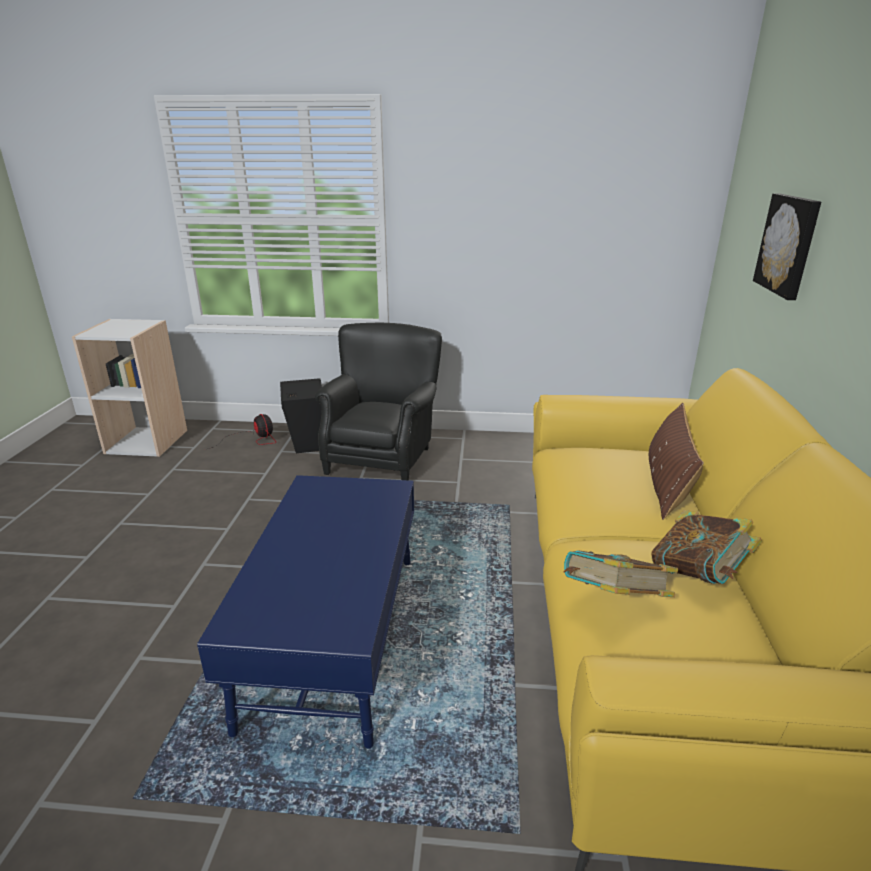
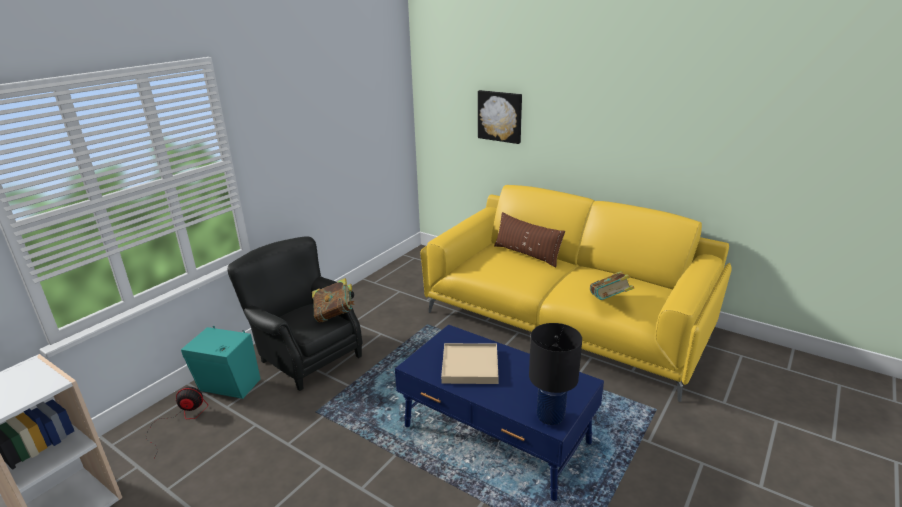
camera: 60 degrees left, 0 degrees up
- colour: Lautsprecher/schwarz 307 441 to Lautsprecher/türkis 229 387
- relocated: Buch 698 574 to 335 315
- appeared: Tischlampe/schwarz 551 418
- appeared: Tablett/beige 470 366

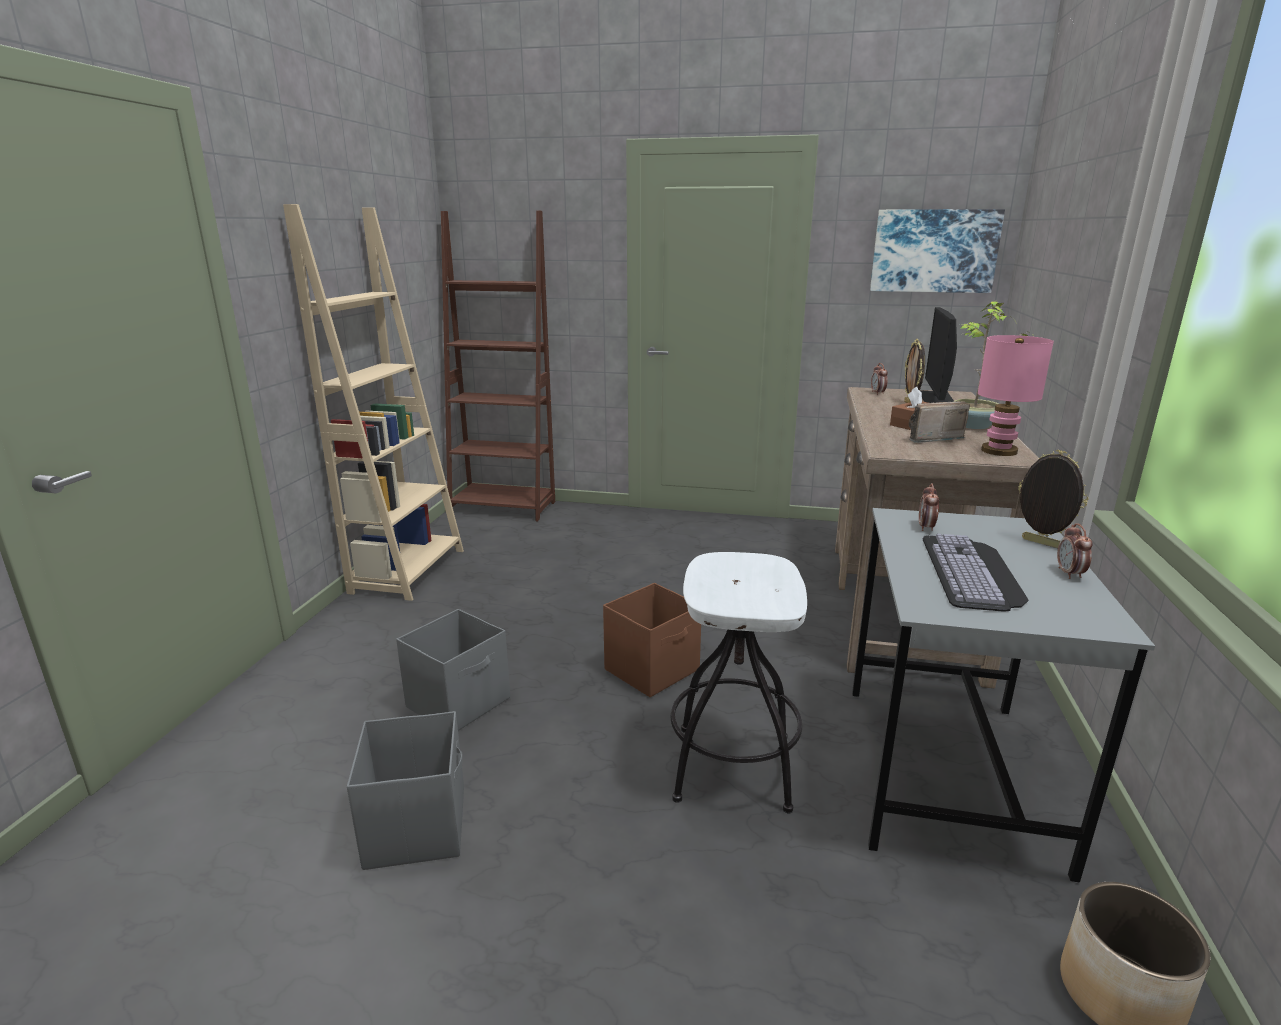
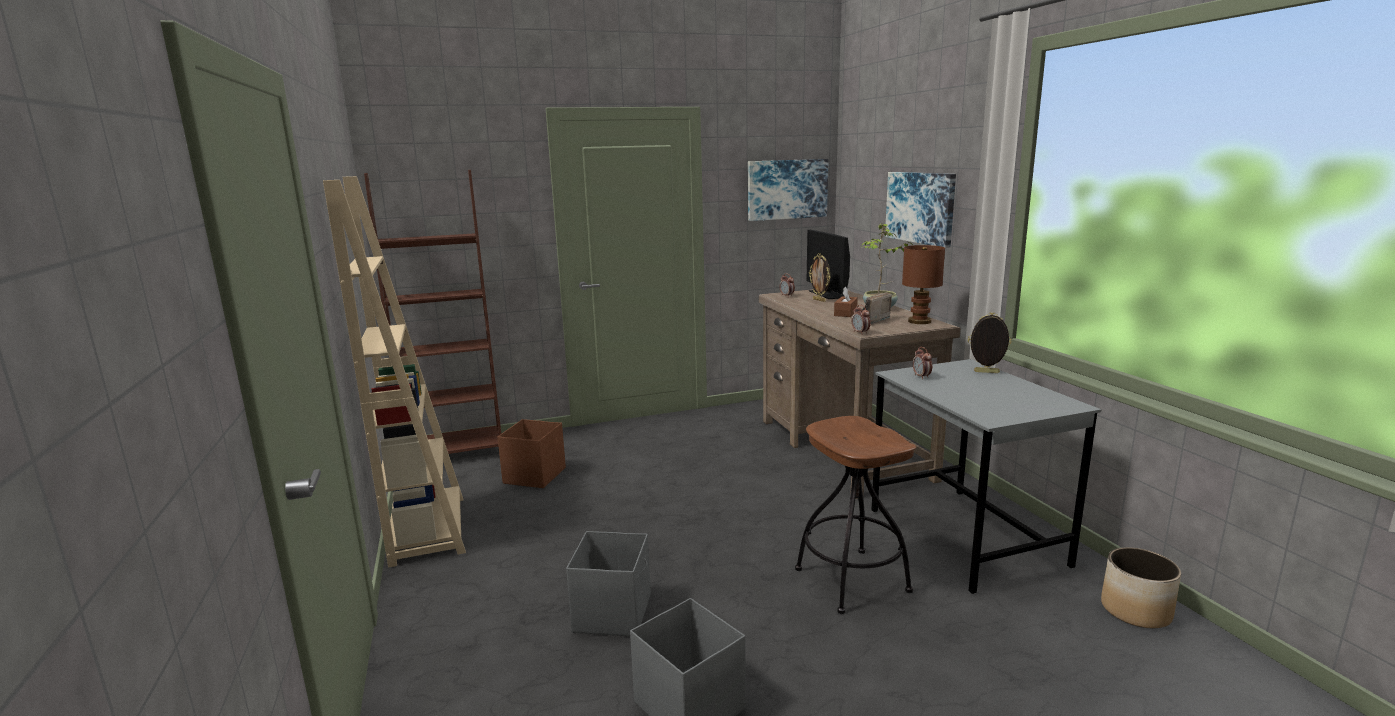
camera: 30 degrees left, 5 degrees down
- colour: Tischlampe/rosa 1000 451 to Tischlampe/braun 920 321
- relocated: Wecker 1069 574 to 860 333
- missing: Tastatur 974 573
- colour: Hocker/weiß 733 766 to Hocker/braun 851 579
- relocated: Aufbewahrungsbox/braun 653 669 to 535 475
- appeared: Bild 921 207

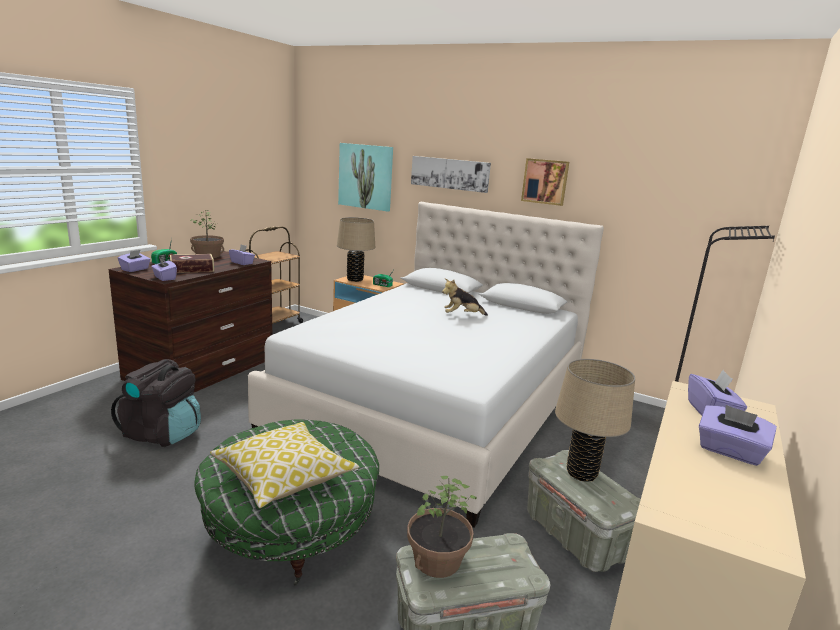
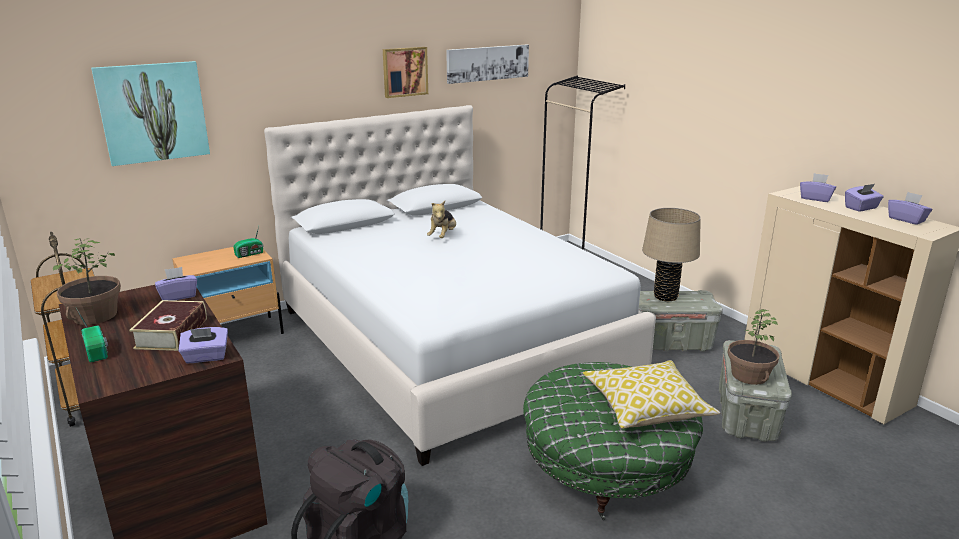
camera: 60 degrees left, 5 degrees up
- relocated: Bild 450 173 to 487 63
- missing: Tischlampe/beige 355 279
- relocated: Taschentuchbox/lila 135 269 to 906 219

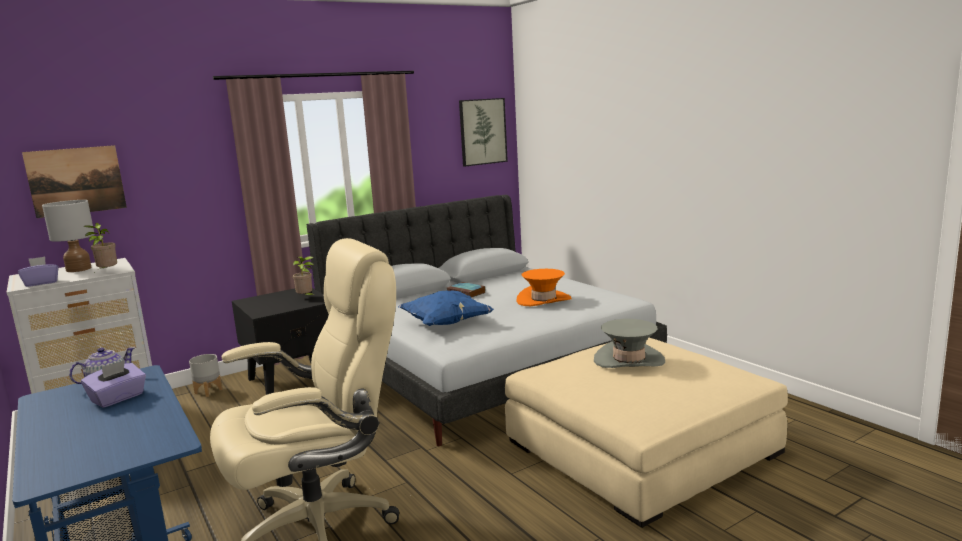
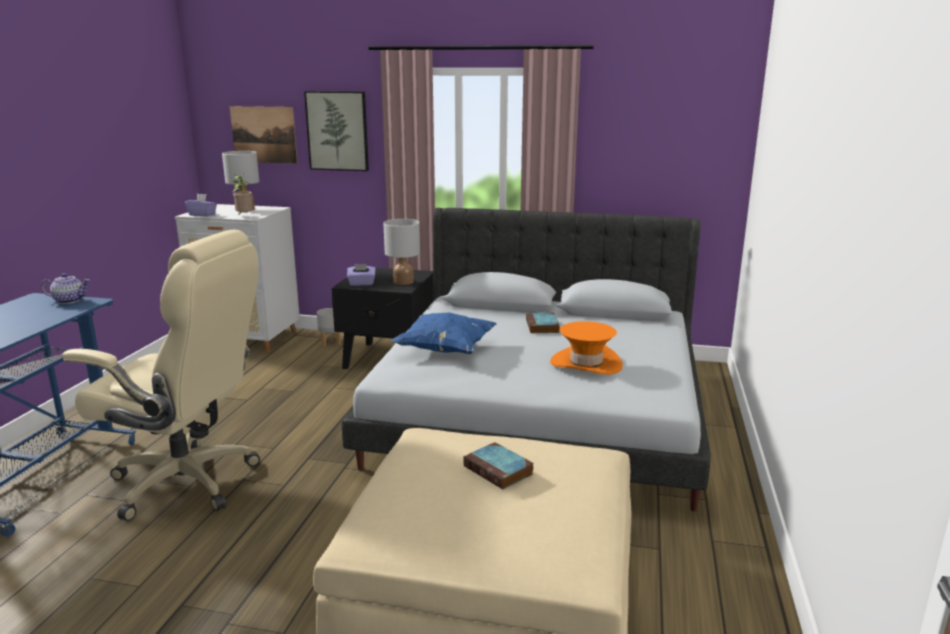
camera: 45 degrees right, 5 degrees up
- relocated: Bild 482 131 to 337 131
- exchanged: Topfpflanze 306 298 to Tischlampe/grau 403 282
- exchanged: Hut/grau 628 360 to Buch 499 470
- relocated: Taschentuchbox/lila 118 398 to 361 284

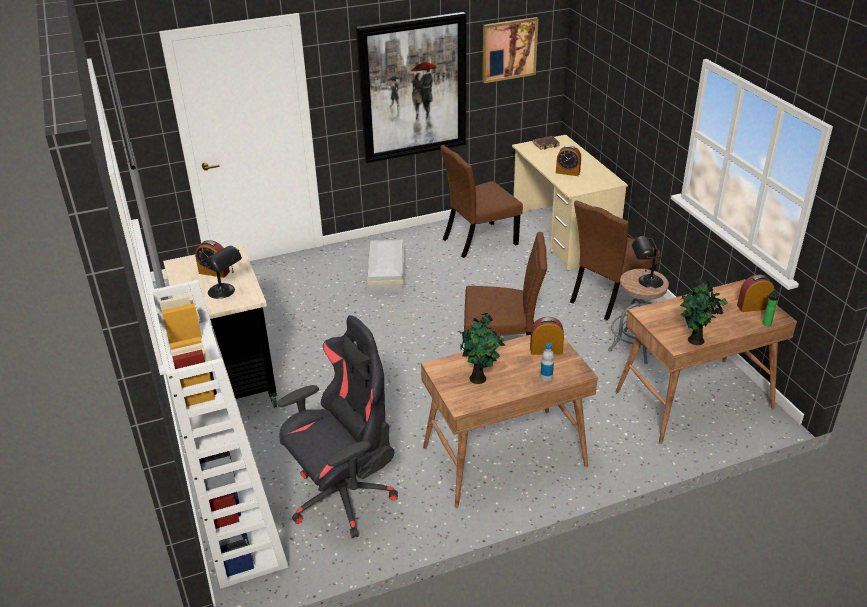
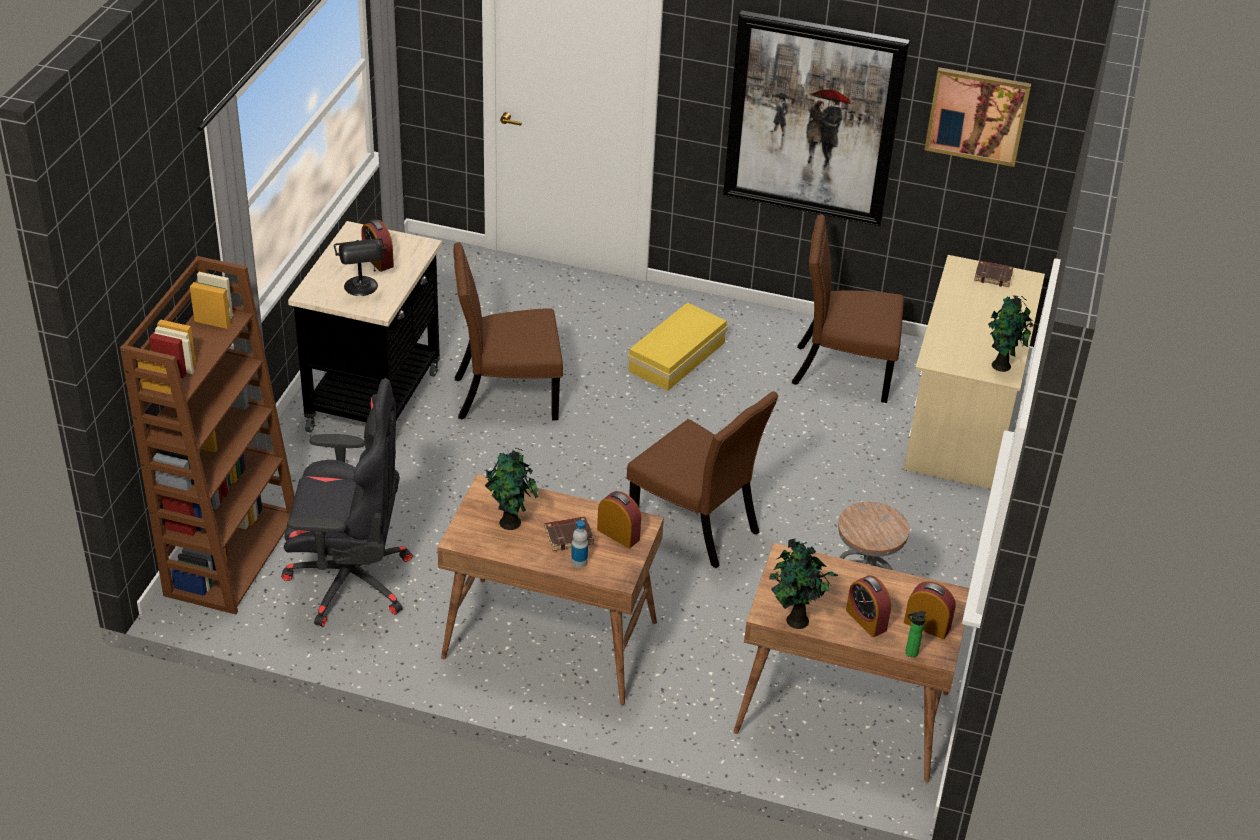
camera: 35 degrees right, 5 degrees up
- relocated: Wecker 567 172 to 866 620
- relocated: Stuhl/braun 609 296 to 508 396
- missing: Tischlampe/schwarz 645 281
- colour: Aufbewahrungsbox/weiß 387 273 to Aufbewahrungsbox/gelb 679 356
- colour: Bücherregal/weiß 240 529 to Bücherregal/braun 232 553
- appeared: Topfpflanze 1002 366
- appeared: Buch/braun 569 536

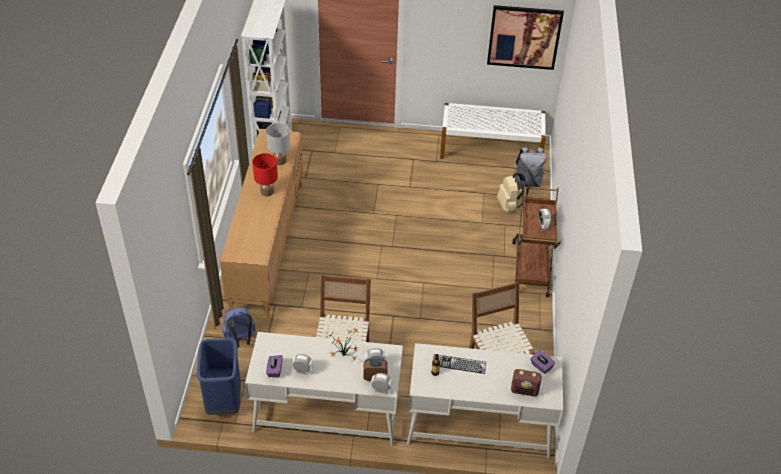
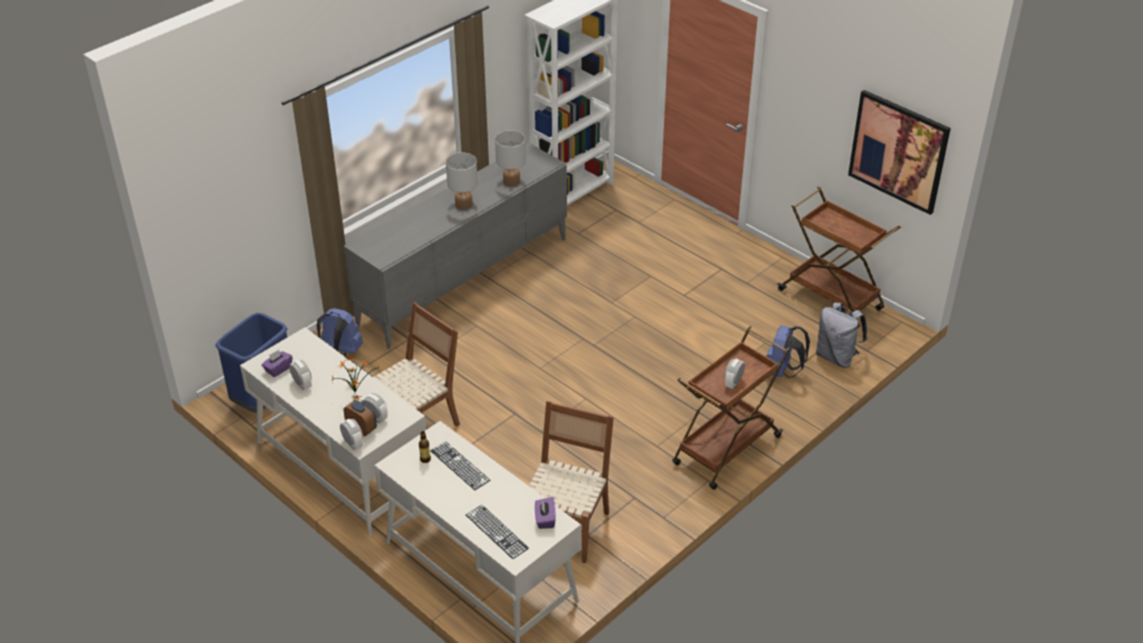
camera: 40 degrees right, 5 degrees down
- exchanged: Bank/weiß 490 149 to Rollwagen/braun 830 300
- colour: Schrank/braun 267 245 to Schrank/grau 464 280
- colour: Tischlampe/rot 267 192 to Tischlampe/grau 463 205
- colour: Rucksack/beige 509 206 to Rucksack/blau 782 371
- exchanged: Radio 524 390 to Tastatur 497 531

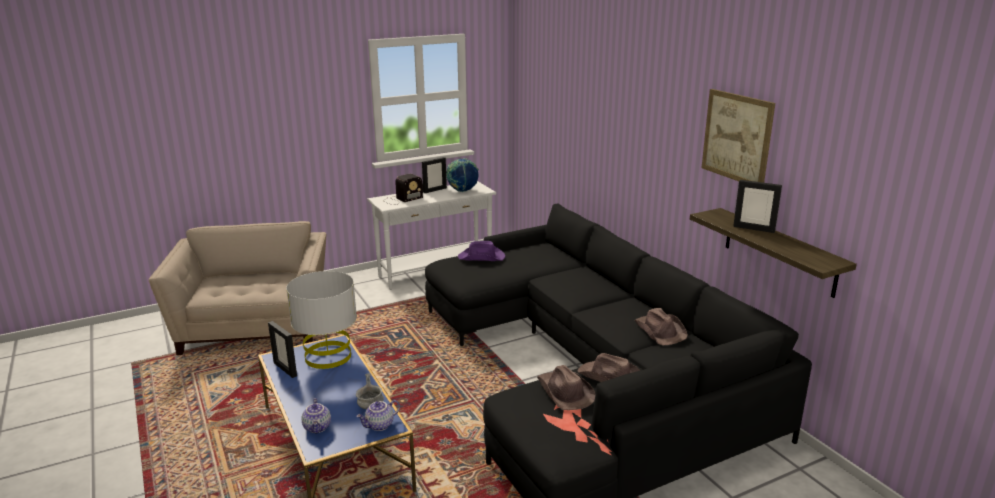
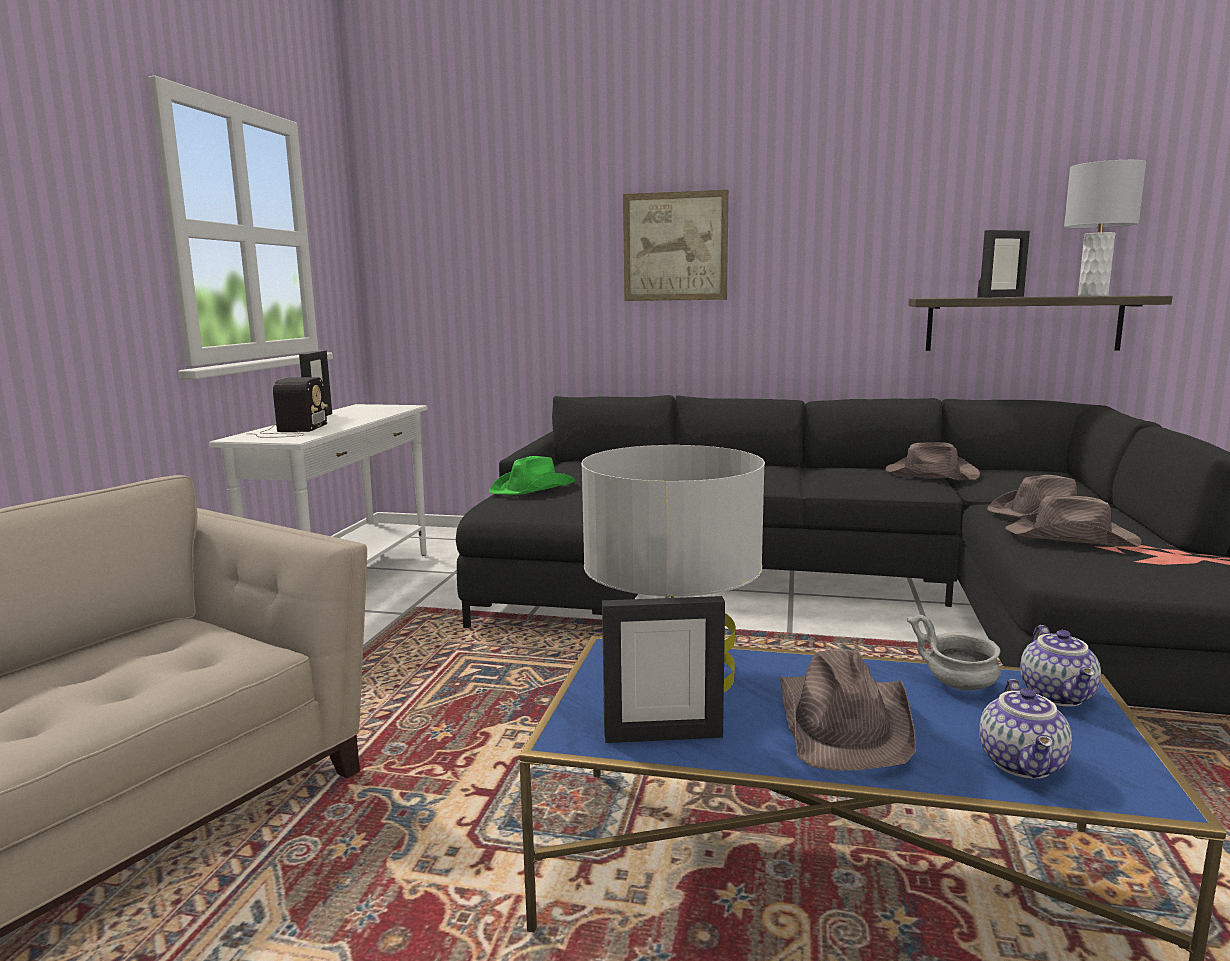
camera: 50 degrees left, 10 degrees down
- relocated: Bild 737 137 to 675 247
- missing: Globus 462 191
- colour: Hut/lila 482 257 to Hut/grün 534 488
- spun: Teekanne 318 427 = 1024 764 75 degrees clockwise
- appeared: Tischlampe/grau 1092 295
- appeared: Hut/braun 845 723

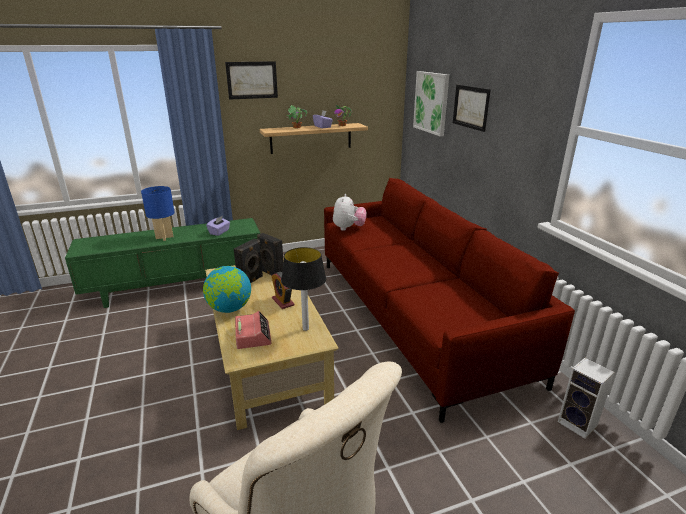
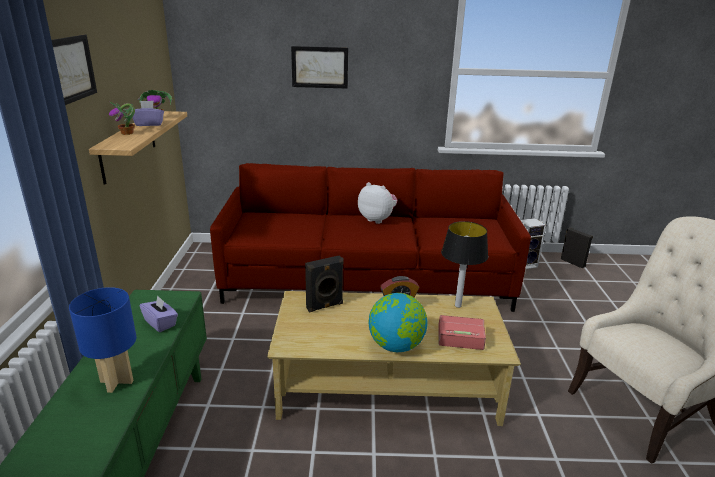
camera: 70 degrees left, 0 degrees up
- missing: Bild 431 102
- relocated: Plüschtier 348 228 to 377 219
- relocated: Lautsprecher/schwarz 251 281 to 573 262

